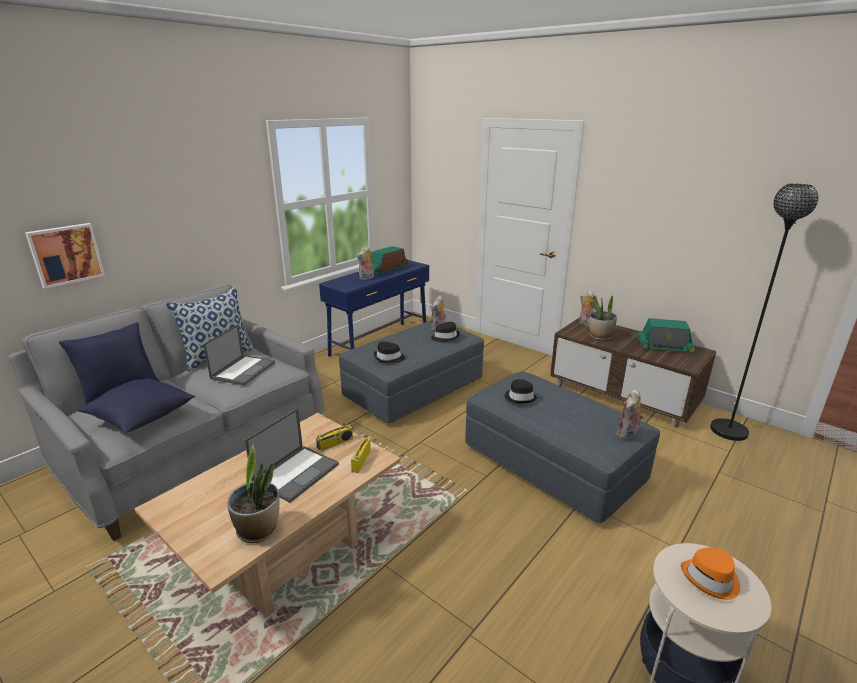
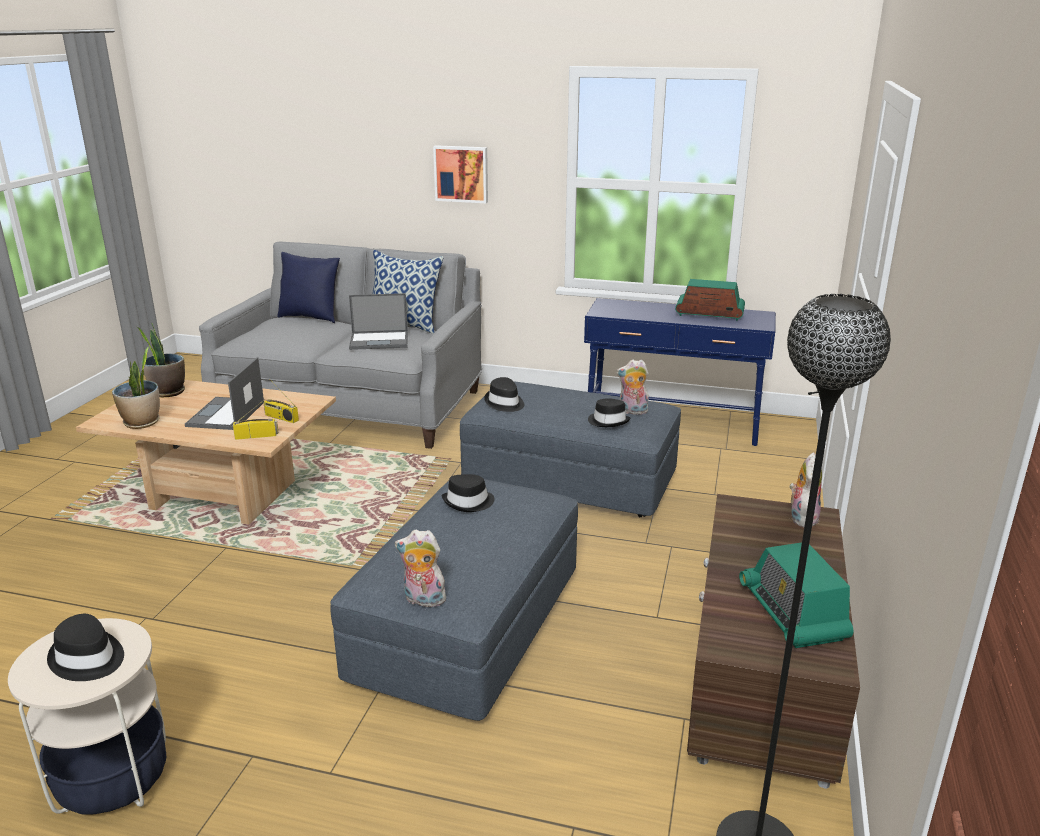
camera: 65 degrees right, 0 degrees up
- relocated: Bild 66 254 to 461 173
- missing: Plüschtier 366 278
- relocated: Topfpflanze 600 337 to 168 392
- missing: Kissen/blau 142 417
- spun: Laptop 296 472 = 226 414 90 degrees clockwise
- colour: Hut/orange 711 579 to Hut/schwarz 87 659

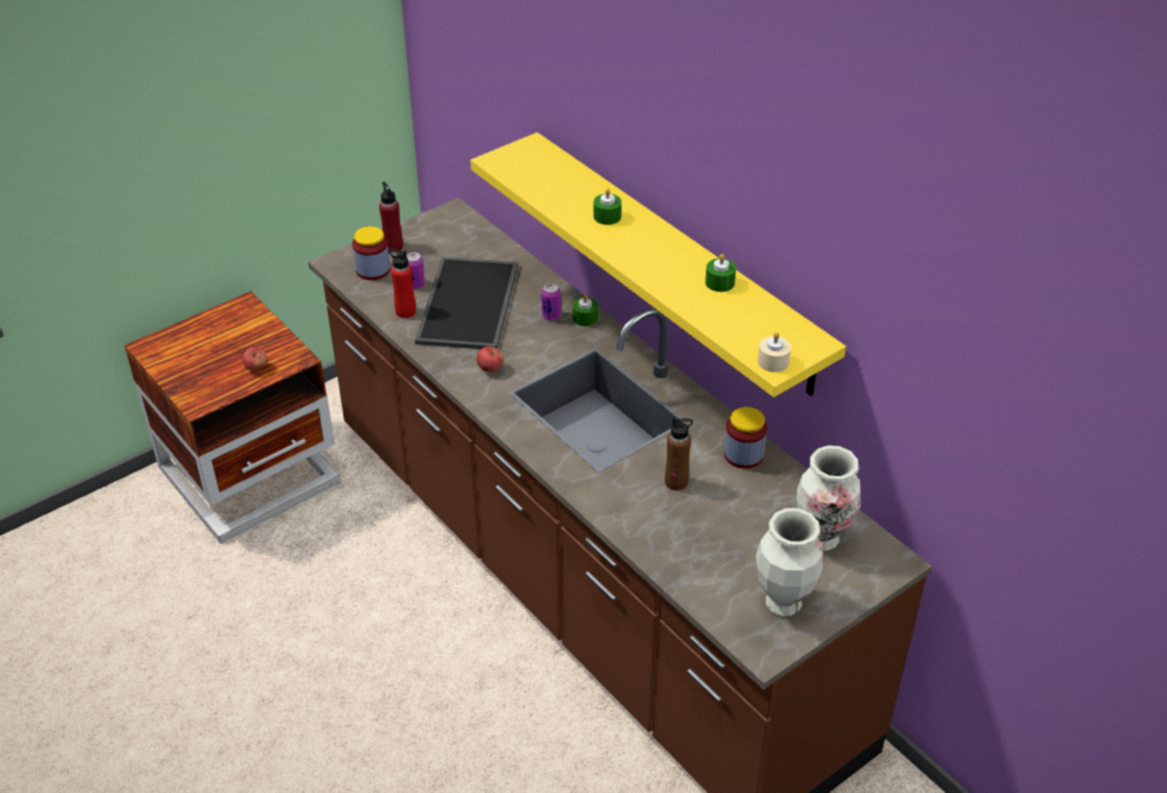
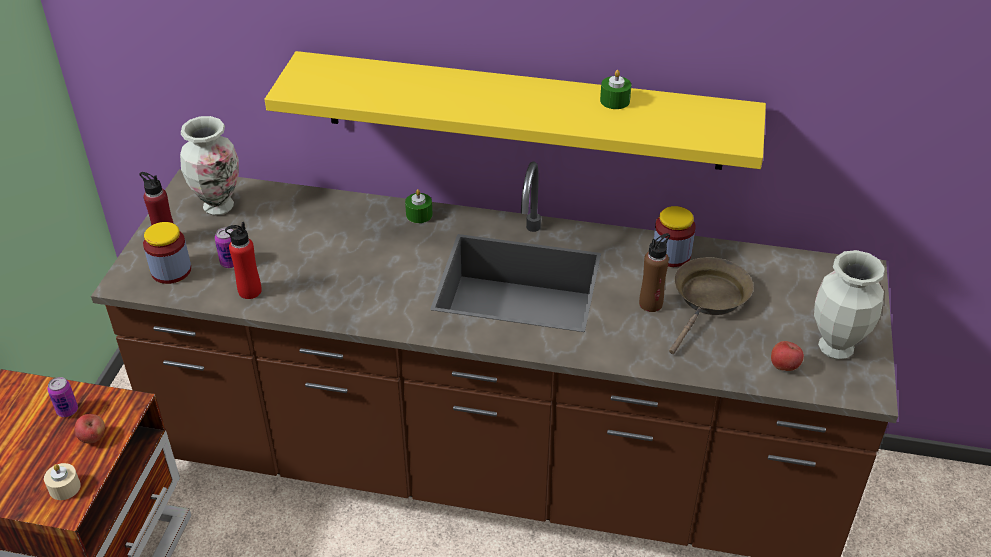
camera: 40 degrees left, 0 degrees up
- missing: Kerze/grün 607 216
- missing: Tablett 470 305
- relocated: Dose 551 316 to 67 410
- relocated: Kerze/beige 773 362 to 64 487
- relocated: Apfel 490 369 to 784 366
- relocated: Vase 821 539 to 218 206
- appeared: Pfanne/braun 709 300

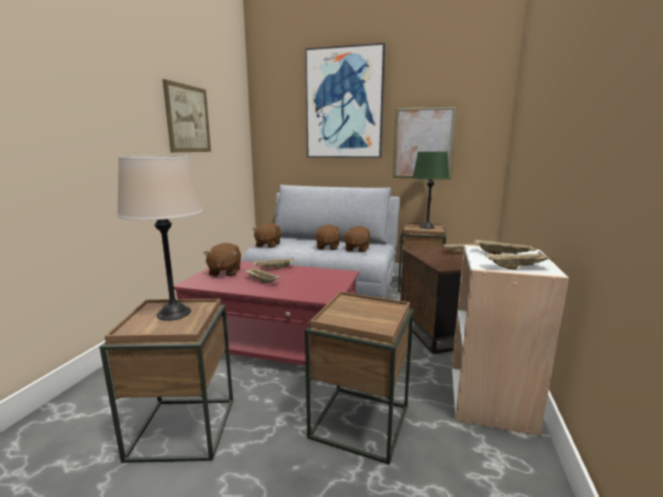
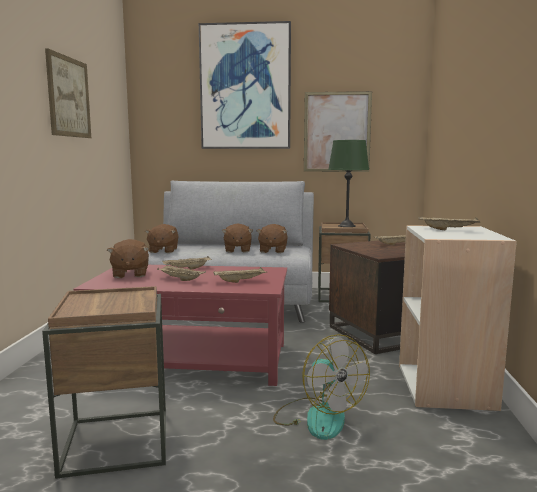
camera: 10 degrees left, 5 degrees down
- missing: Tischlampe/beige 173 313
- relocated: Tablett/beige 517 267 to 240 281
- exchanged: Beistelltisch/braun 360 421 to Ventilator 317 417

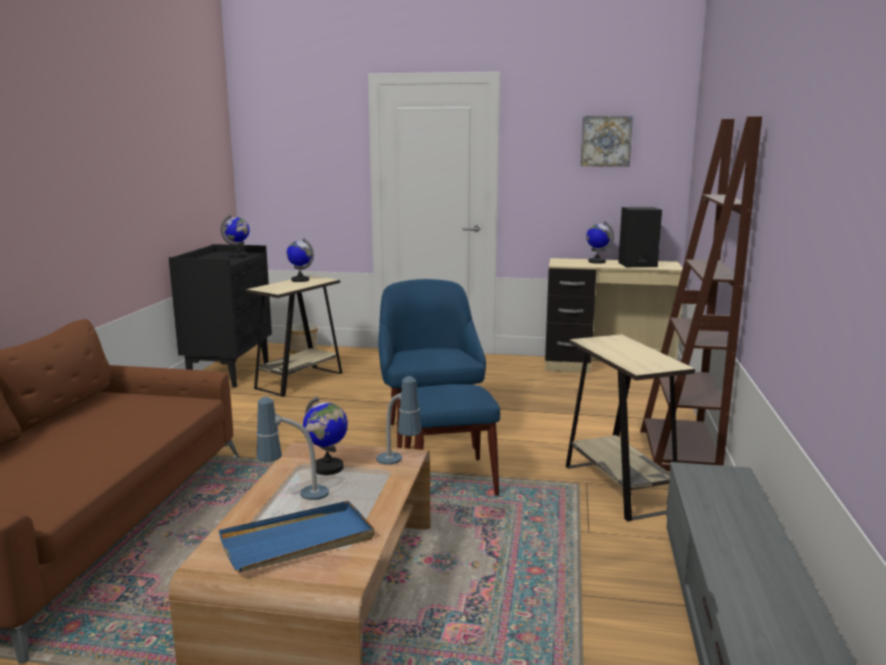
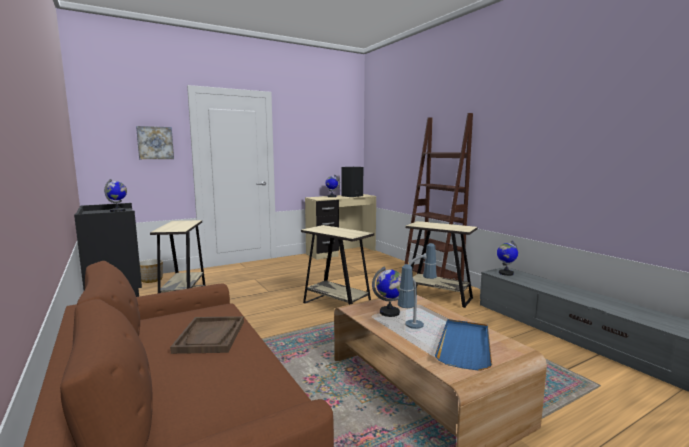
camera: 40 degrees left, 5 degrees down
- relocated: Bild 606 141 to 155 143
- relocated: Globus 300 280 to 505 273
- exchanged: Sessel/blau 437 450 to Beistelltisch/beige 337 306
- appeared: Tablett/braun 210 336

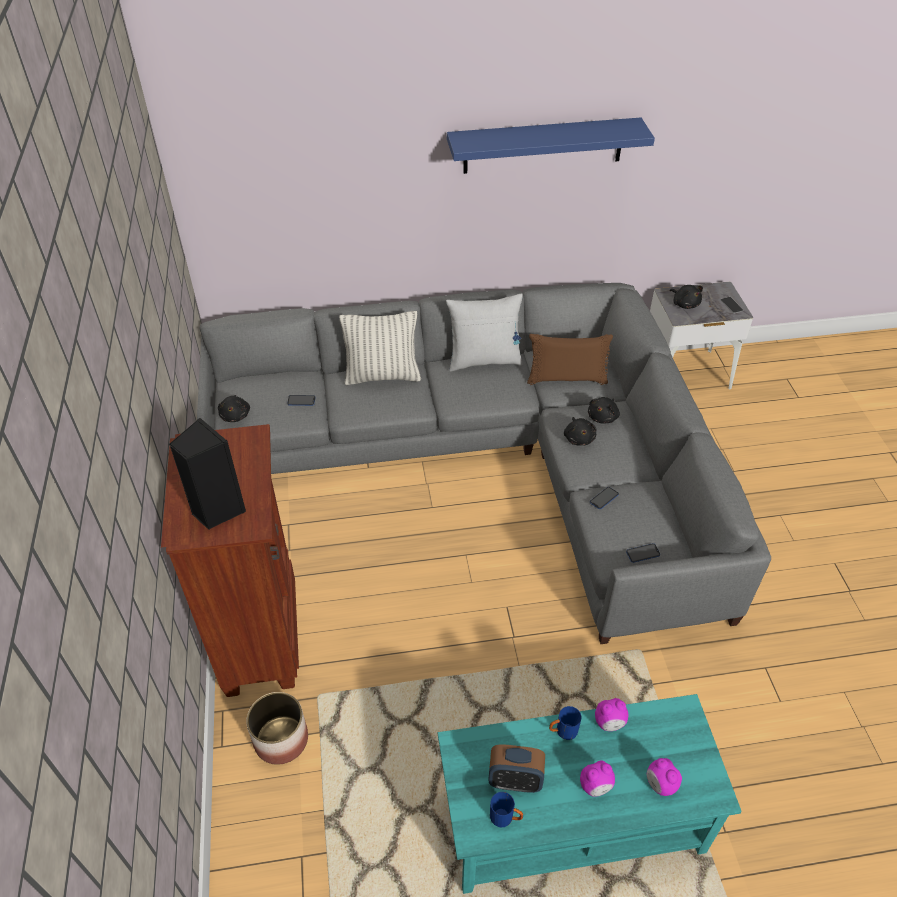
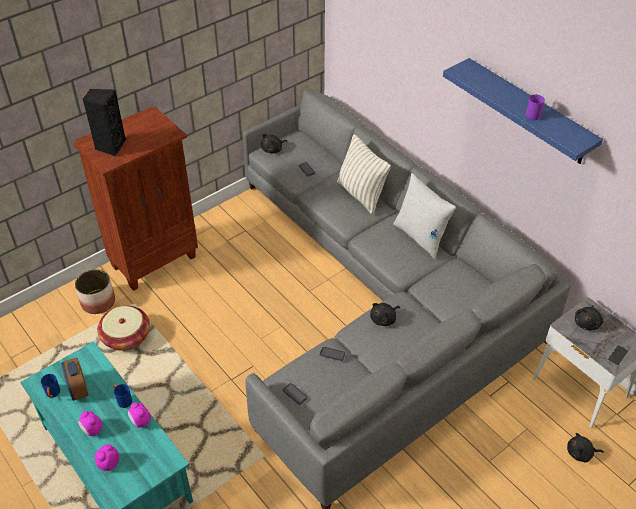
camera: 60 degrees right, 0 degrees up
- missing: Kissen/braun 566 378
- relocated: Plüschtier/schwarz 603 417 to 581 453
- appeared: Henkelbecher/lila 533 114
- appeared: Korb 126 337

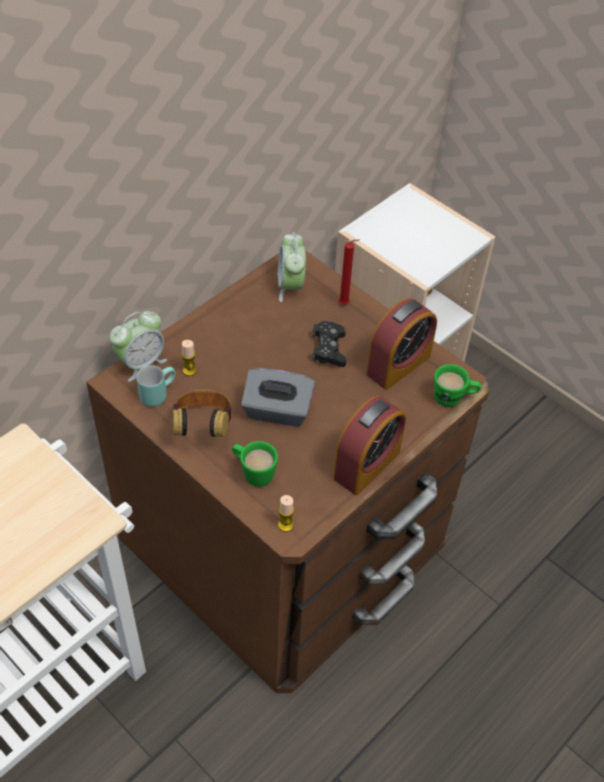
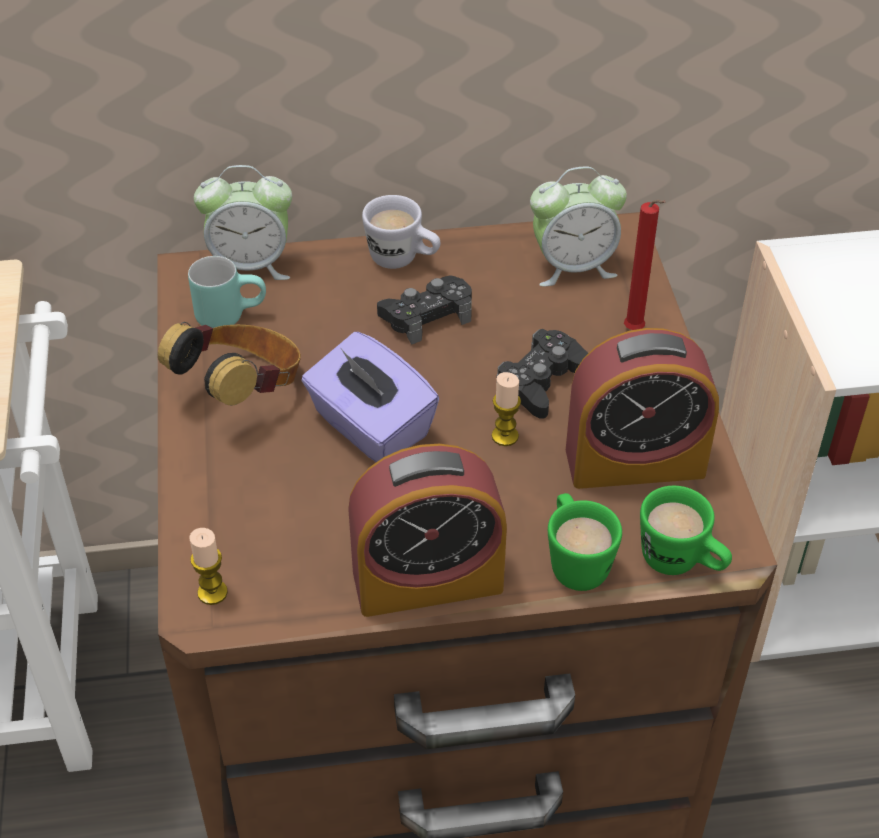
camera: 40 degrees right, 5 degrees down
- spun: Wecker 290 286 = 573 267 135 degrees counterclockwise
- relocated: Kerze 189 370 to 505 436
- colour: Taschentuchbox/grau 277 411 to Taschentuchbox/lila 370 427
- relocated: Henkelbecher/grün 253 472 to 575 561
- appeared: Henkelbecher/weiß 403 260
- appeared: Gamepad/schwarz 427 316

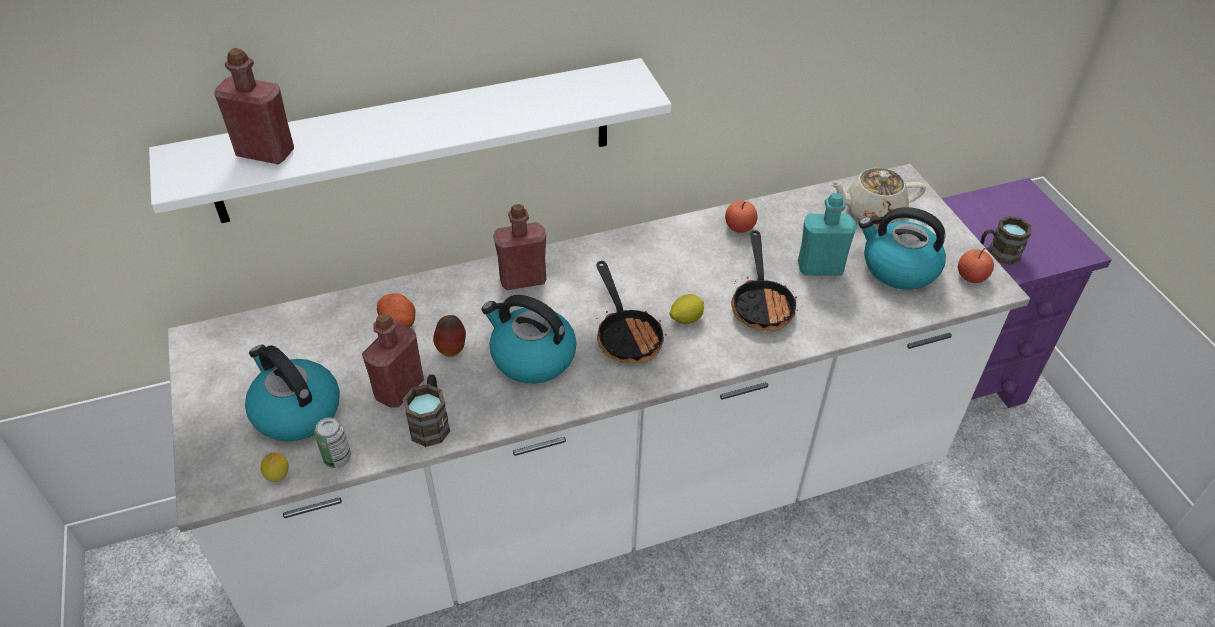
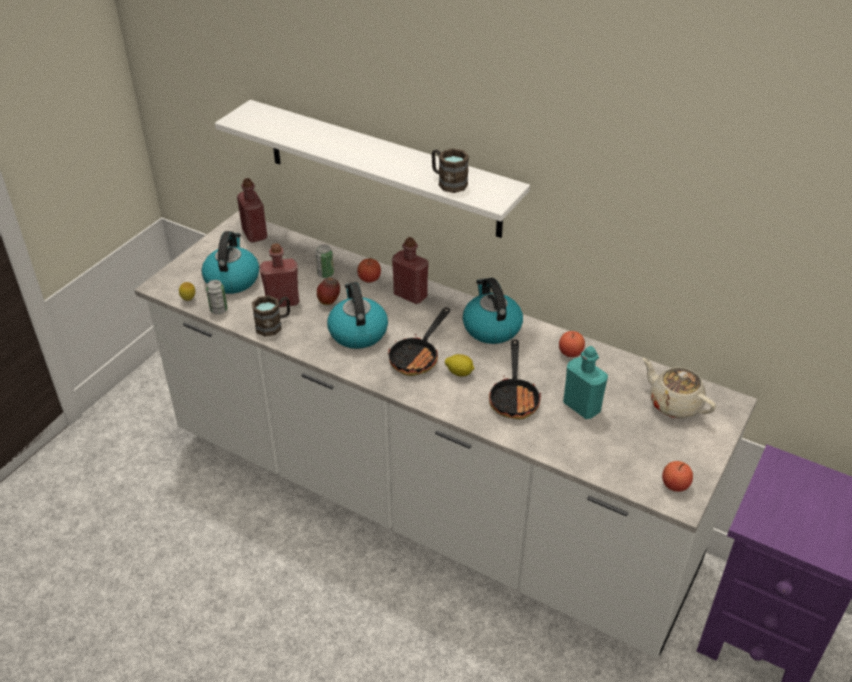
camera: 50 degrees right, 5 degrees down
- relocated: Flasche/rot 265 152 to 254 234
- relocated: Wasserkessel 898 268 to 491 327
- relocated: Henkelbecher/braun 997 254 to 448 182
- spun: Pfanne 761 303 = 514 397 45 degrees counterclockwise
- exchanged: Kartoffel 399 323 to Dose 325 274
- appeared: Apfel 369 279

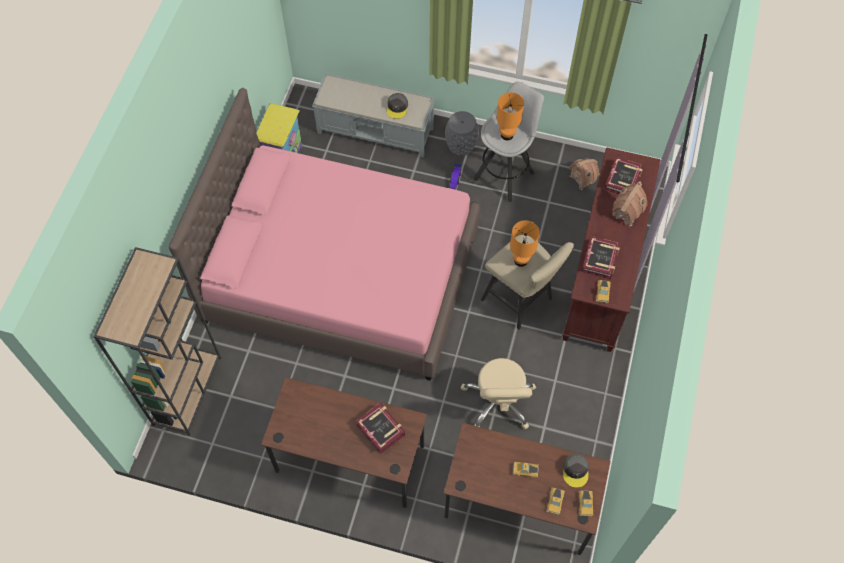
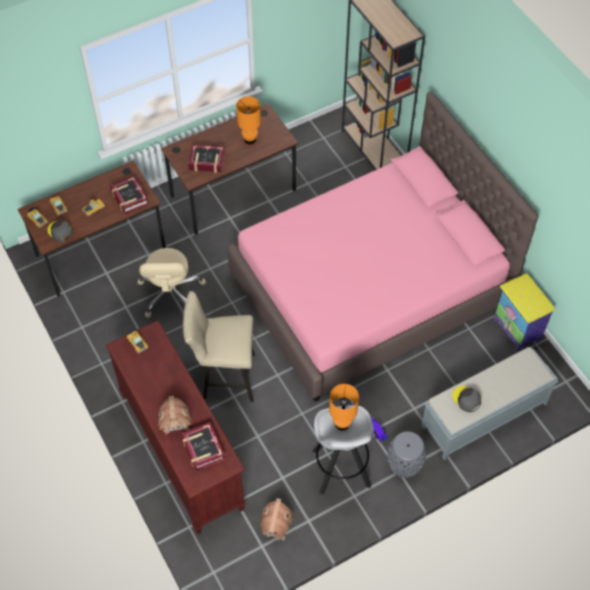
camera: 135 degrees right, 5 degrees down
- relocated: Tischlampe/orange 520 260 to 250 139
- relocated: Buch 600 260 to 129 198
- spun: Bürostuhl/beige 498 404 = 171 296 135 degrees counterclockwise

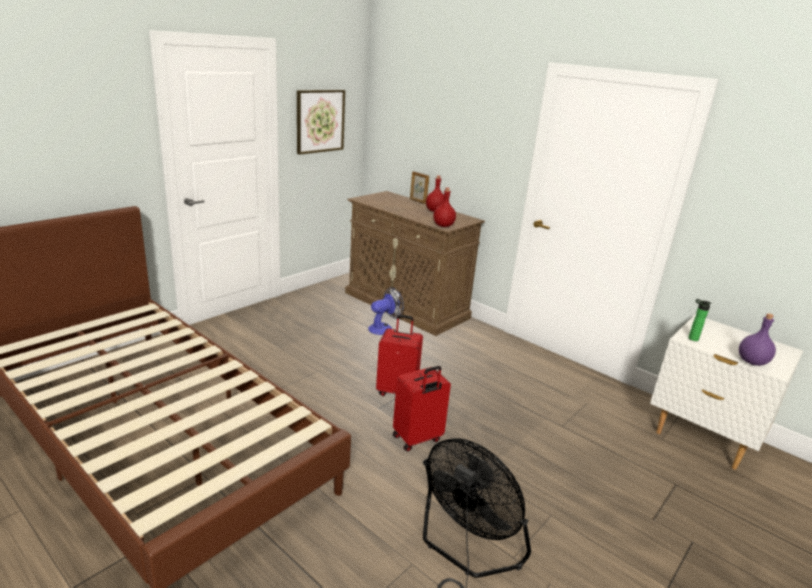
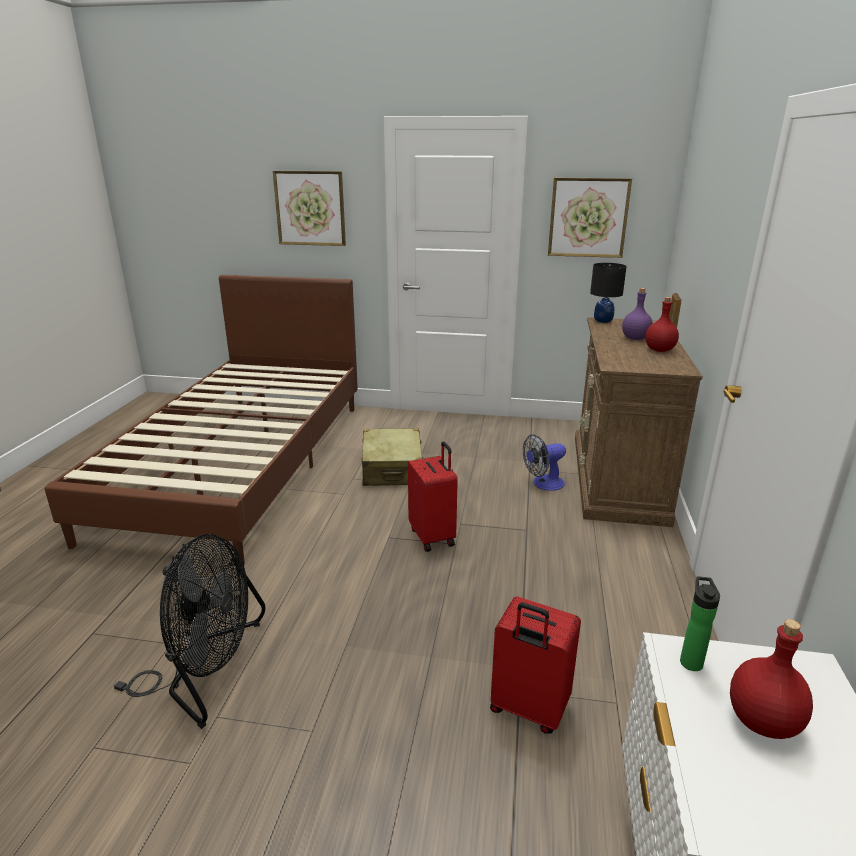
camera: 60 degrees right, 0 degrees up
- relocated: Flasche/rot 443 225 to 762 720
- spun: Ventilator 384 328 = 543 484 135 degrees clockwise
- relocated: Flasche/lila 751 362 to 635 338
- relocated: Koffer/rot 417 439 to 528 709
- appeared: Bild 310 208
- appeared: Tischlampe/schwarz 602 321
- appeared: Koffer/beige 392 469

